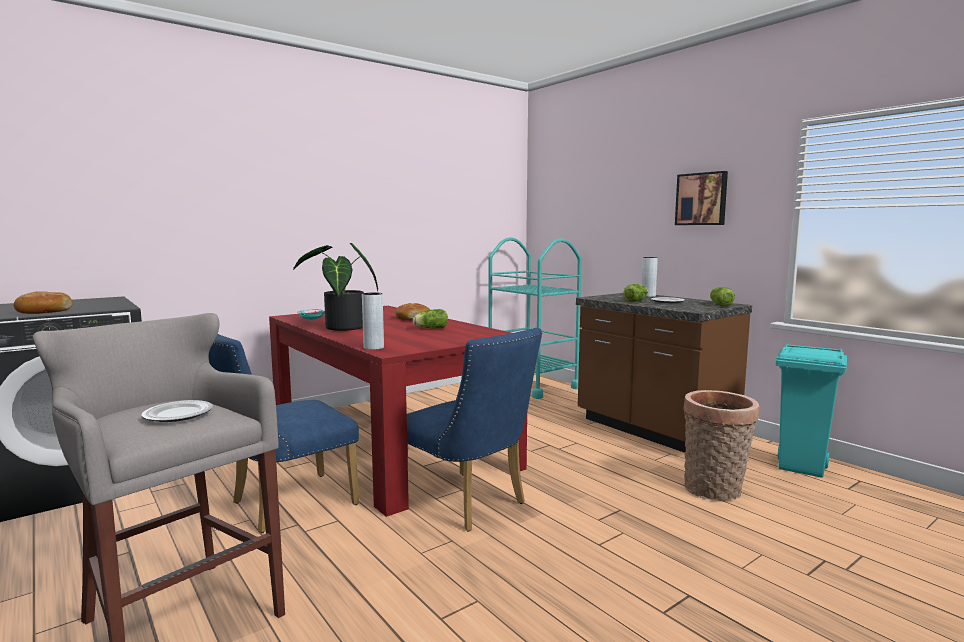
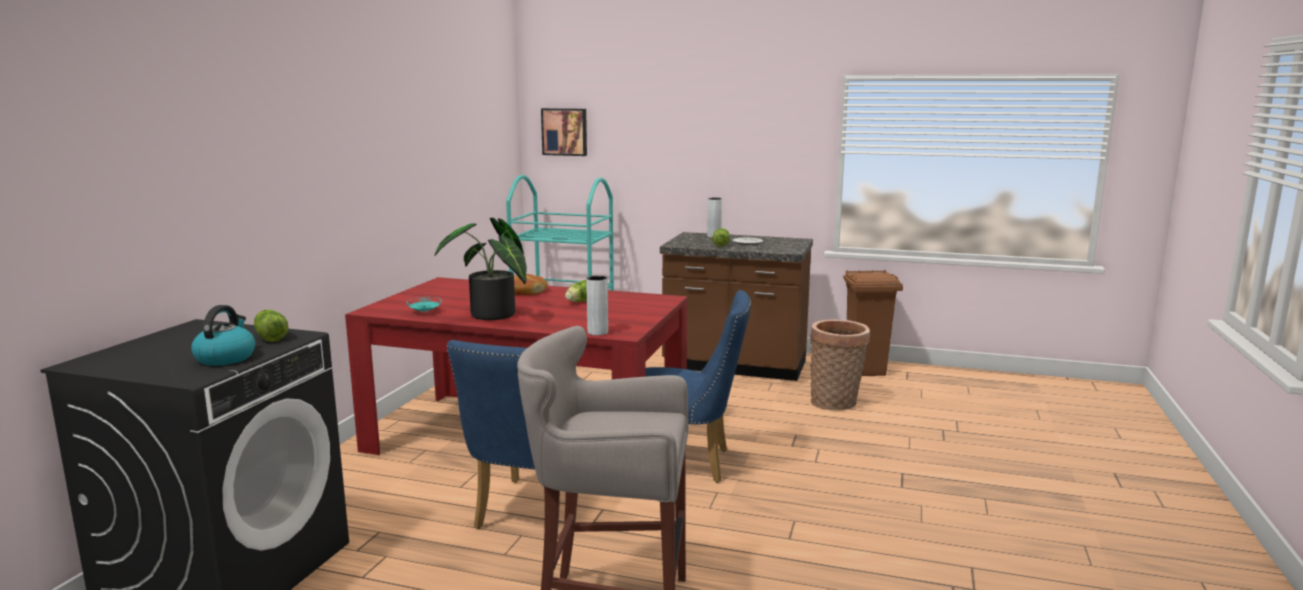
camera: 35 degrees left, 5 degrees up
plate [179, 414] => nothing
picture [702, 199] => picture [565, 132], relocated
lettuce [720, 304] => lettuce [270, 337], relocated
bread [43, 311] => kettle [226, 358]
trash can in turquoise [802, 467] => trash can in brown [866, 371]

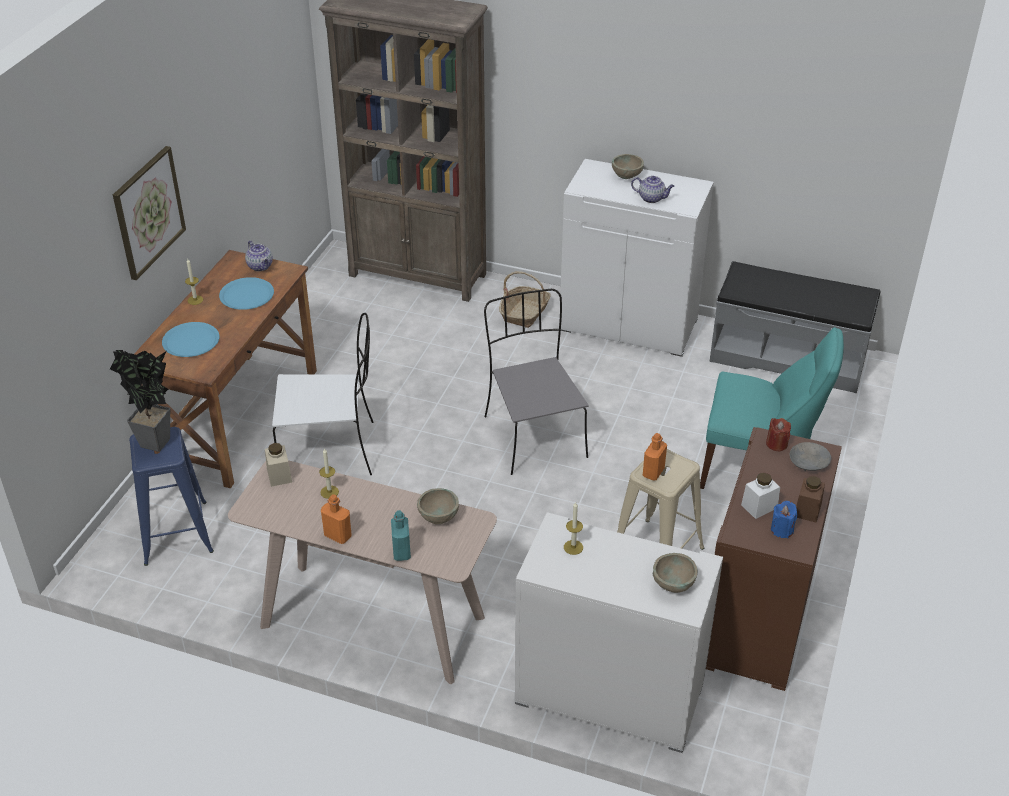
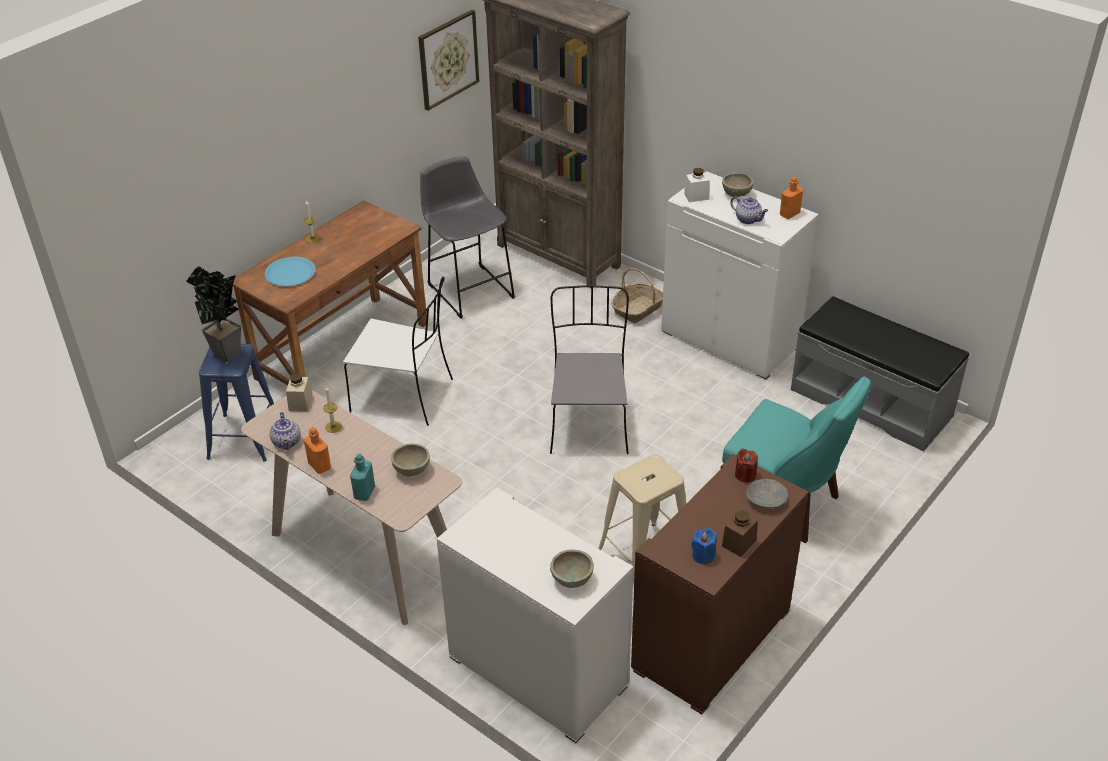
camera: 20 degrees right, 0 degrees up
plate in blue [246, 295] => nothing
candle [573, 547] => nothing
nothing => stool in grey [469, 288]
picture [148, 212] => picture [448, 59], relocated
teapot [260, 266] => teapot [287, 442], relocated
bottle in orange [653, 472] => bottle in orange [789, 214], relocated
jar in white [759, 506] => jar in white [696, 196], relocated

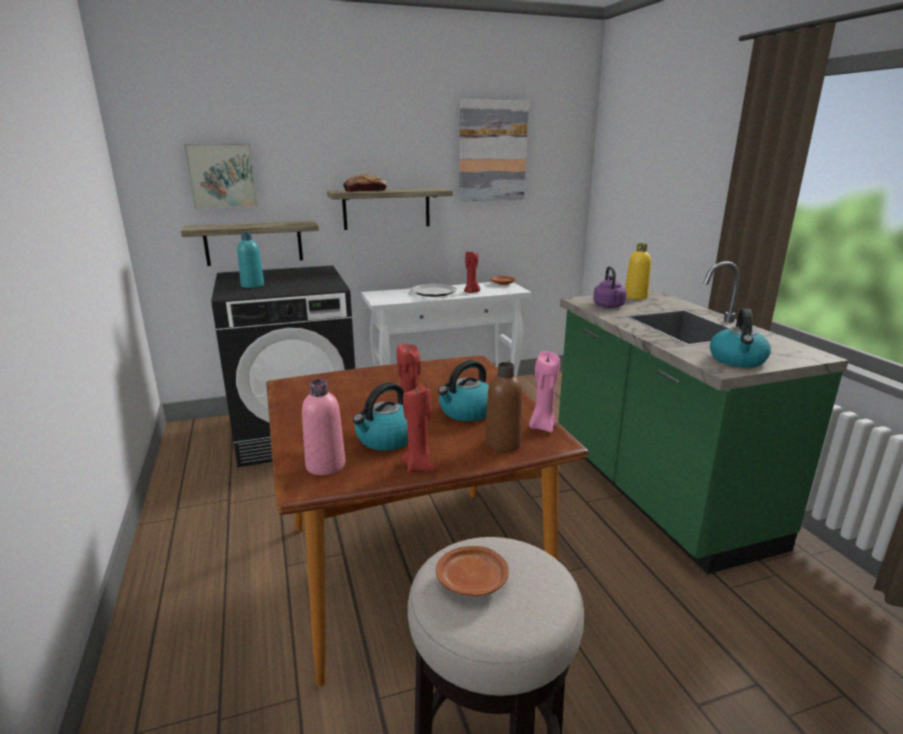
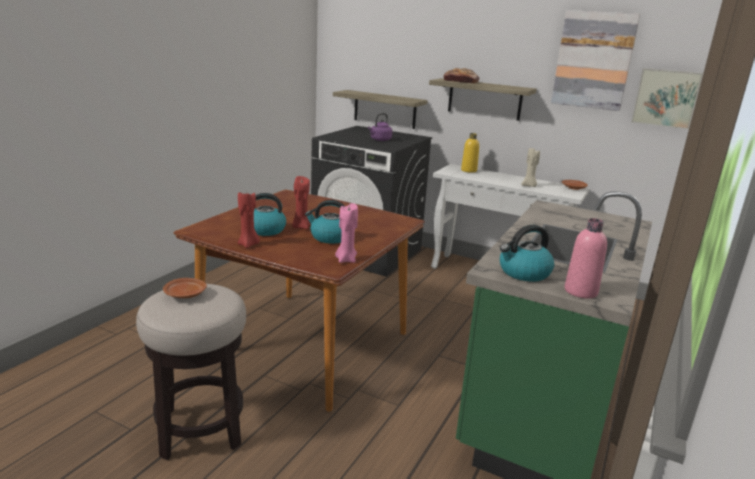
camera: 45 degrees right, 0 degrees up
bottle in turquoise [252, 285] => nothing
plate [434, 292] => nothing
bottle in brown [503, 443] => nothing
picture [222, 176] => picture [666, 98], relocated
bottle in pink [325, 465] => bottle in pink [580, 291], relocated
kettle in purple [609, 306] => kettle in purple [380, 140], relocated
bottle in yellow [635, 297] => bottle in yellow [469, 170], relocated
candle in red [471, 292] => candle in beige [529, 186]

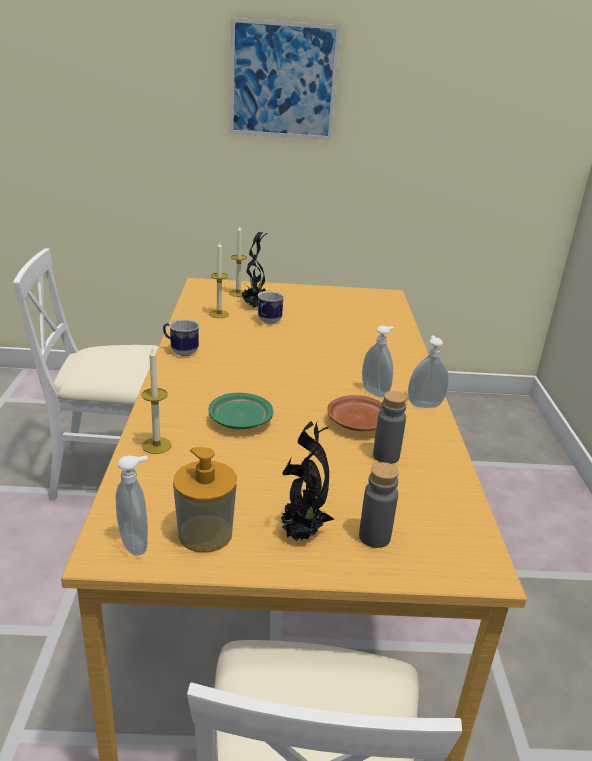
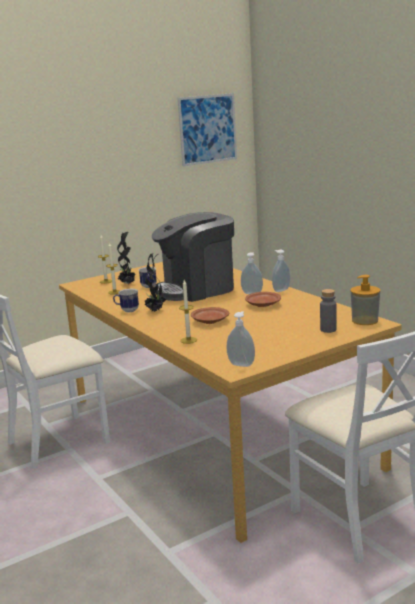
camera: 30 degrees left, 10 degrees down
bottle in grey [386, 456] => nothing
nothing => coffee machine [196, 289]
soap dispenser [205, 533] => soap dispenser [364, 320], relocated
picture [283, 81] => picture [207, 129], relocated
potted plant [301, 535] => potted plant [155, 311], relocated
plate in green [239, 420] => plate in brown [209, 321]

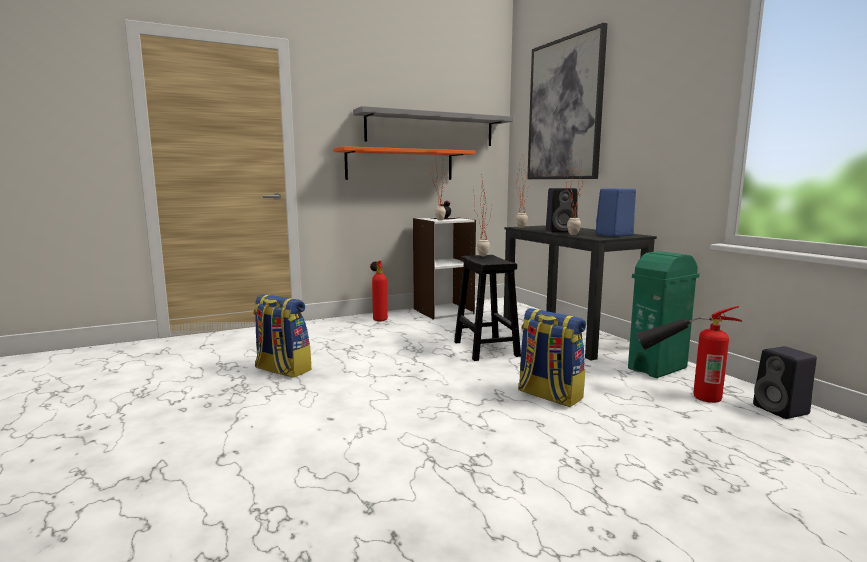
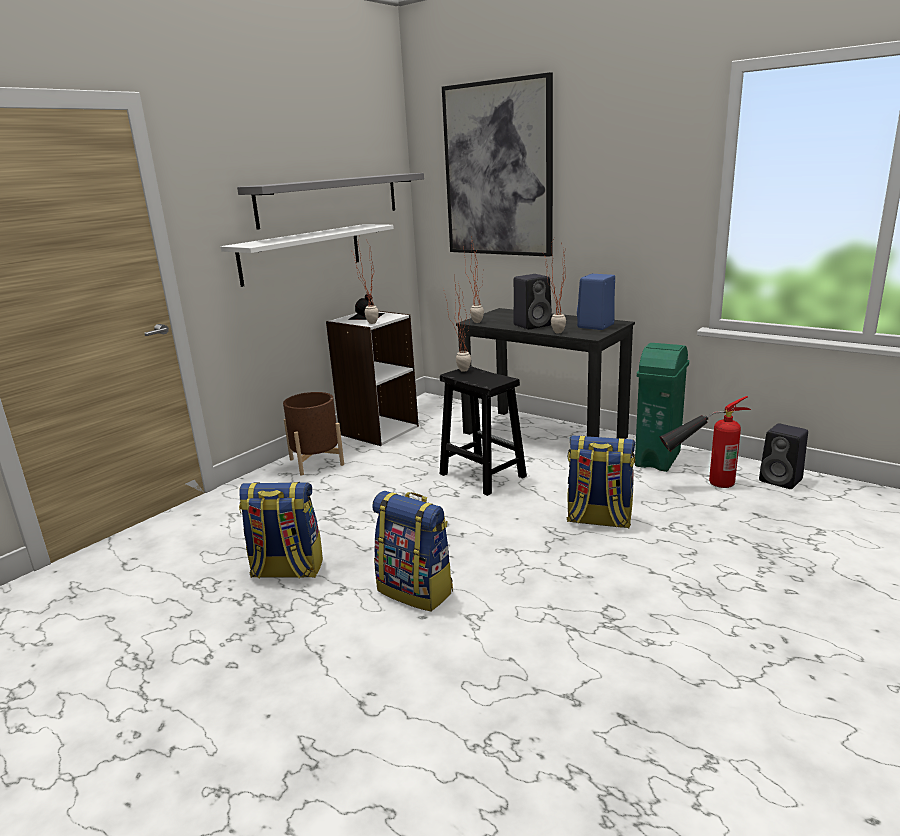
camera: 25 degrees left, 10 degrees up
nothing => backpack [416, 591]
fire extinguisher [379, 320] => planter in brown [316, 462]
shelf in orange [400, 165] => shelf in white [301, 253]

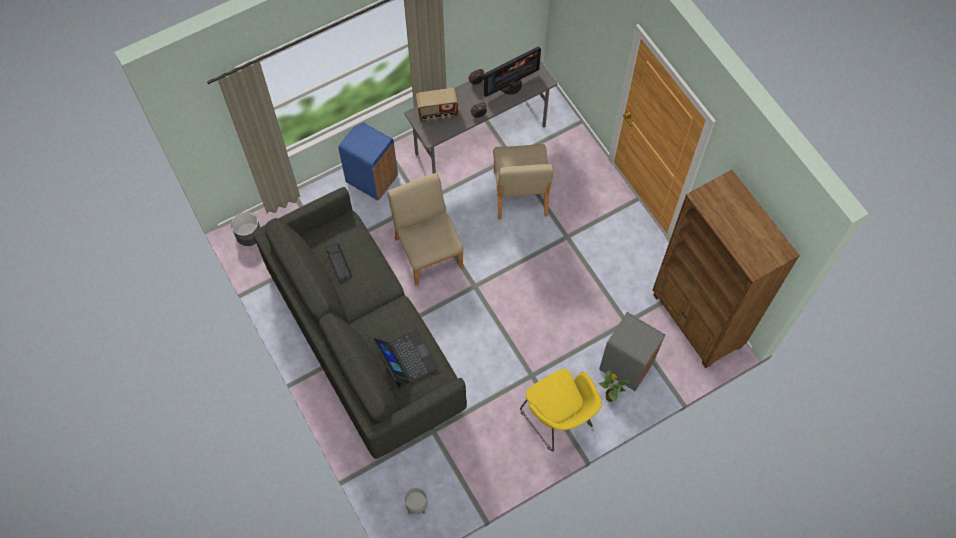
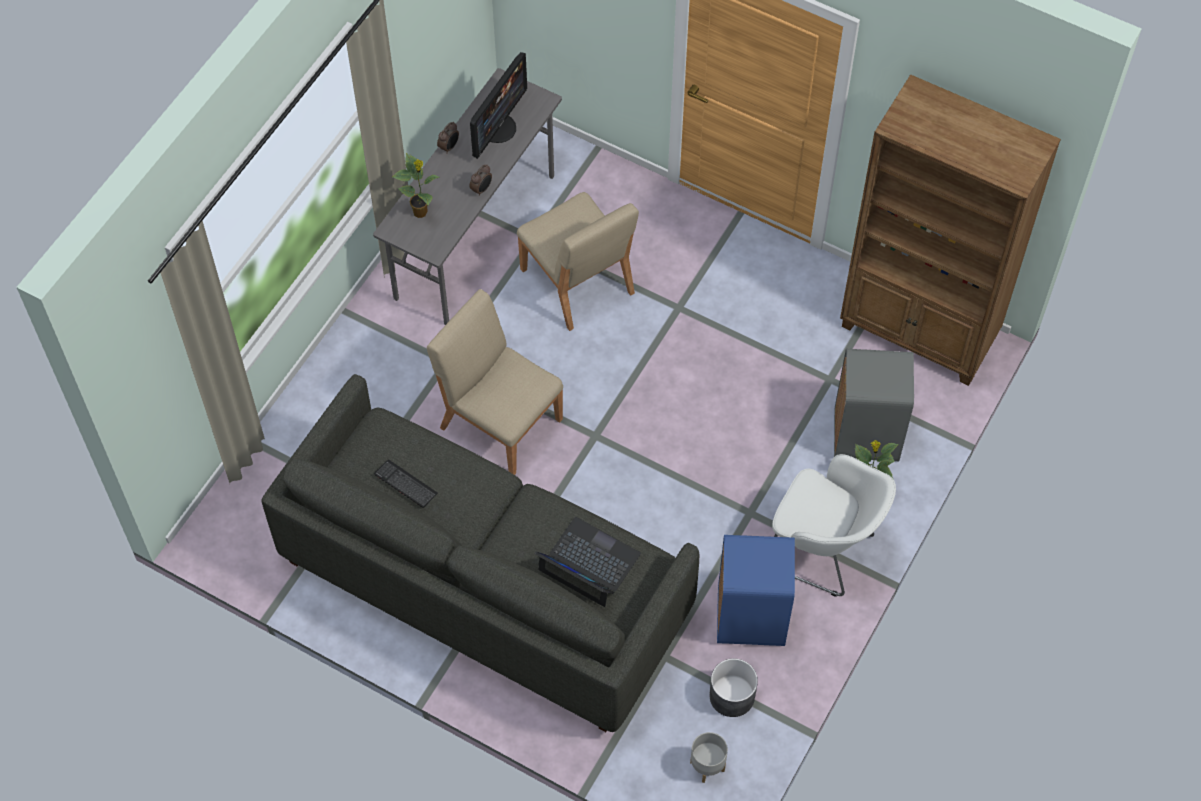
camera: 30 degrees left, 5 degrees down
planter in grey [248, 234] => planter in grey [731, 696], relocated
trash can in blue [372, 180] => trash can in blue [751, 618], relocated
radio [437, 113] => potted plant [421, 212]
armchair in yellow [558, 420] => armchair in white [823, 552]

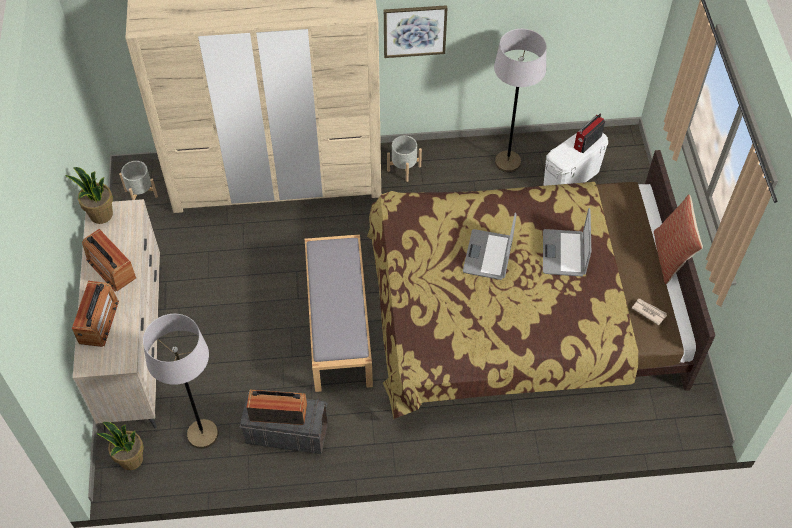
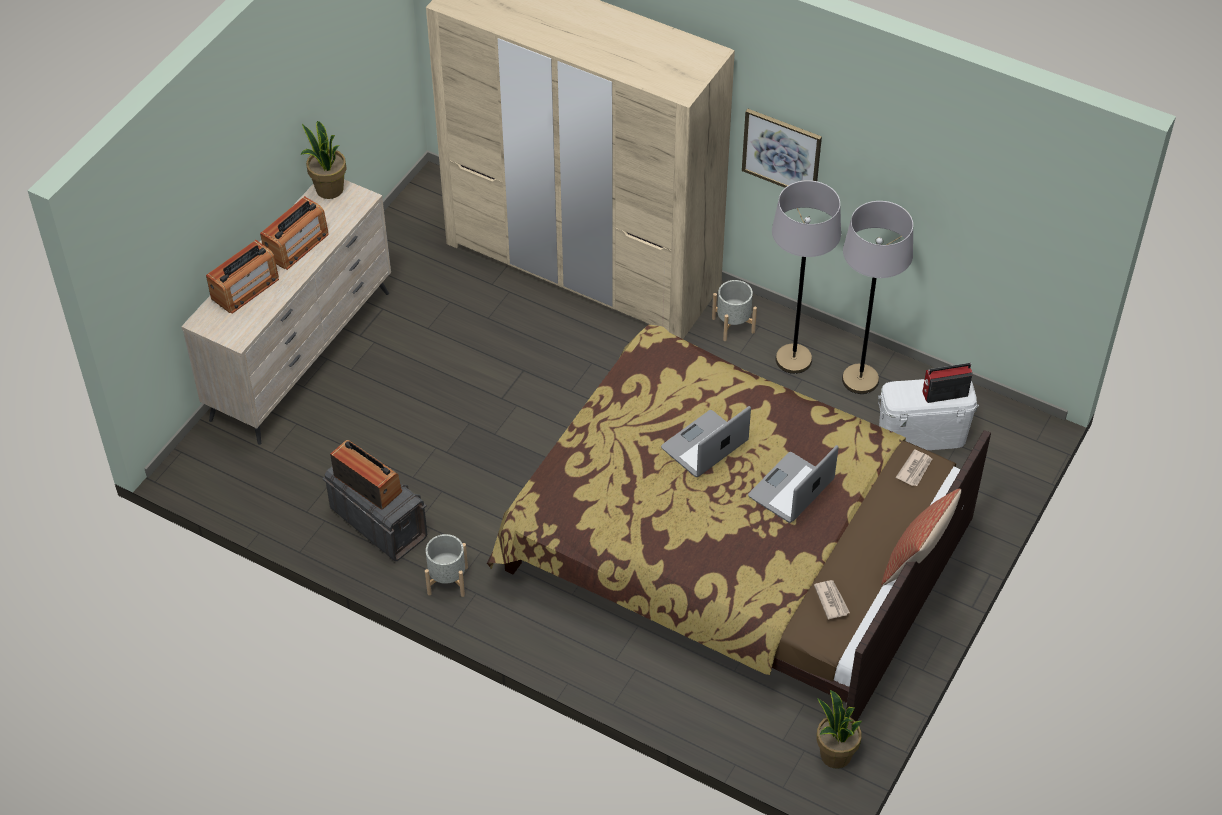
camera: 35 degrees right, 5 degrees down
bench in grey [339, 324] => nothing
nothing => newspaper [915, 469]
potted plant [131, 460] => potted plant [835, 755], relocated
planter in grey [141, 193] => planter in grey [447, 580], relocated
floor lamp in grey [202, 434] => floor lamp in grey [793, 359], relocated
radio [111, 268] => radio [296, 245], 135 degrees counterclockwise

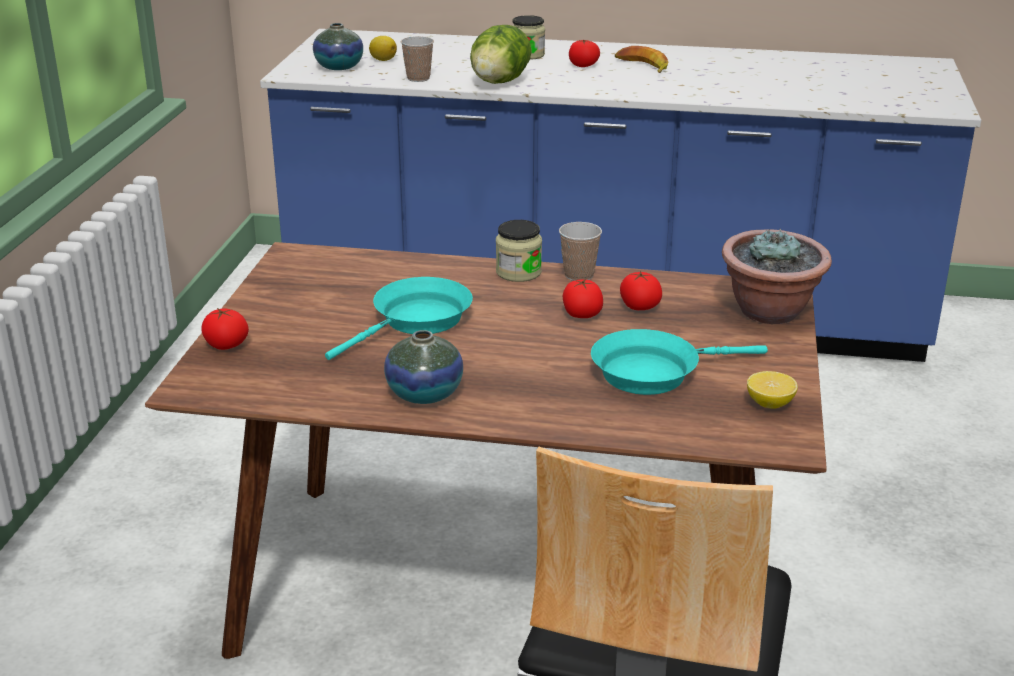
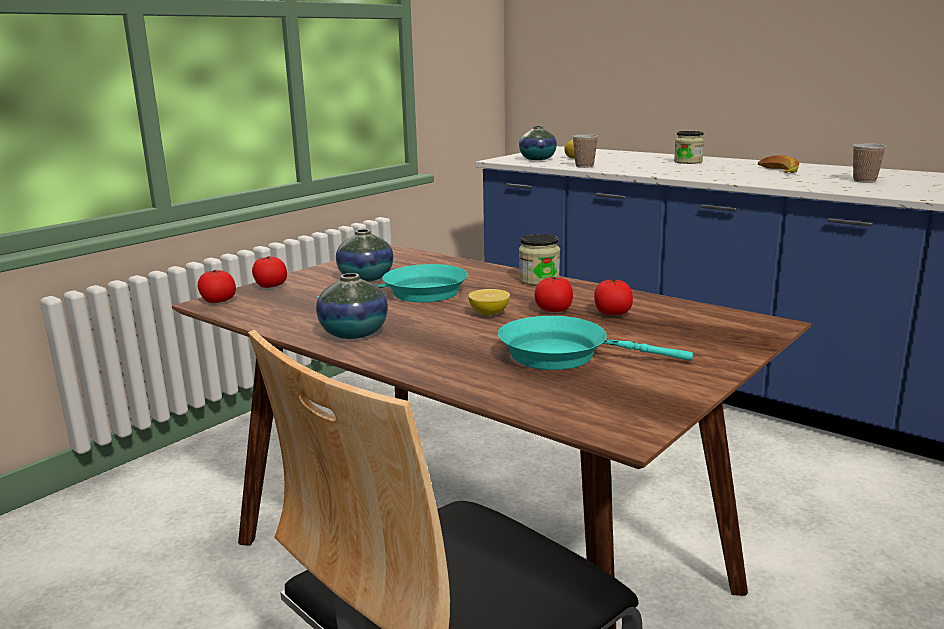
camera: 30 degrees right, 10 degrees down
lettuce [499, 82] => nothing
potted plant [770, 312] => nothing
nothing => vase [366, 278]
cup [579, 275] => cup [864, 181], relocated
tomato [583, 65] => tomato [218, 301], relocated
lemon [770, 404] => lemon [489, 313], relocated

